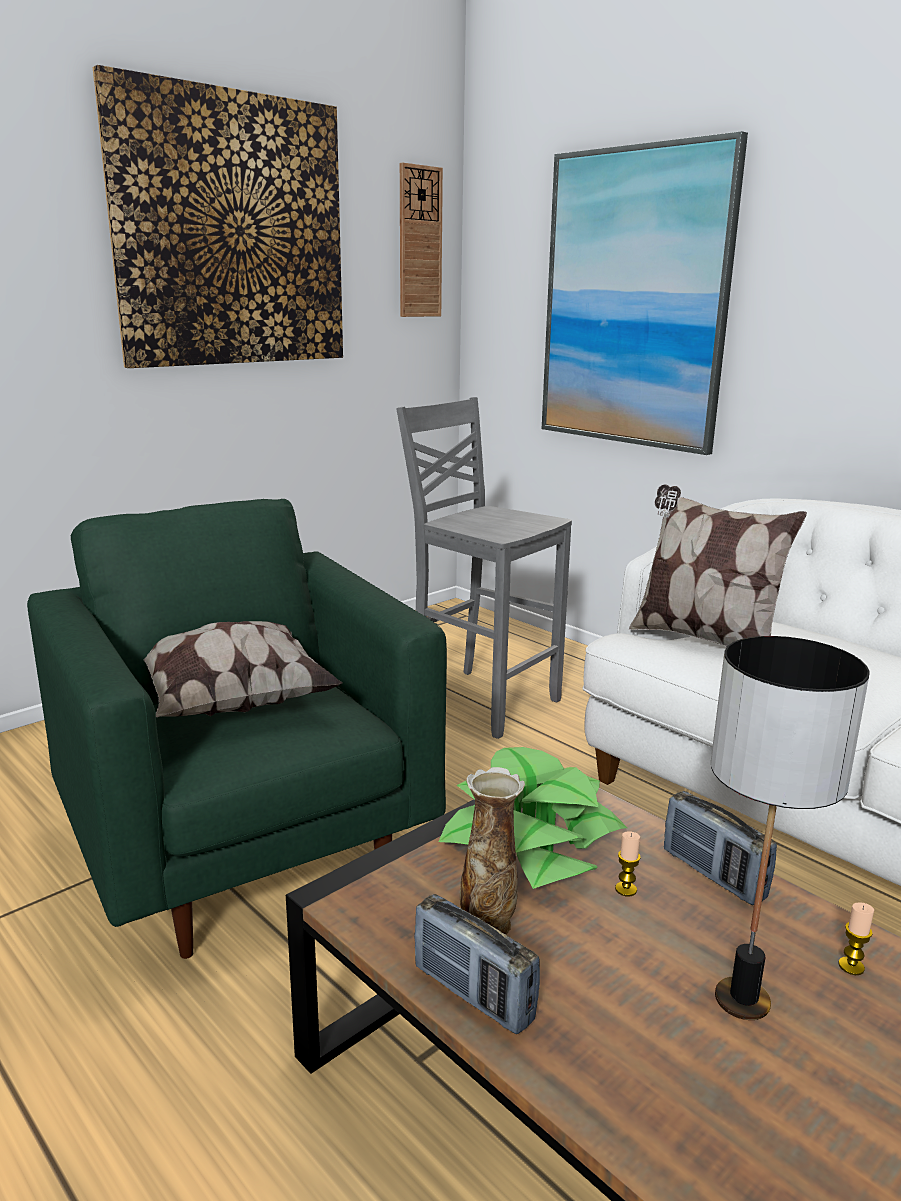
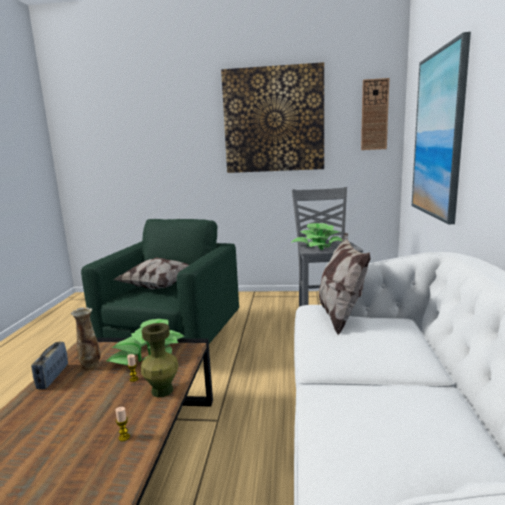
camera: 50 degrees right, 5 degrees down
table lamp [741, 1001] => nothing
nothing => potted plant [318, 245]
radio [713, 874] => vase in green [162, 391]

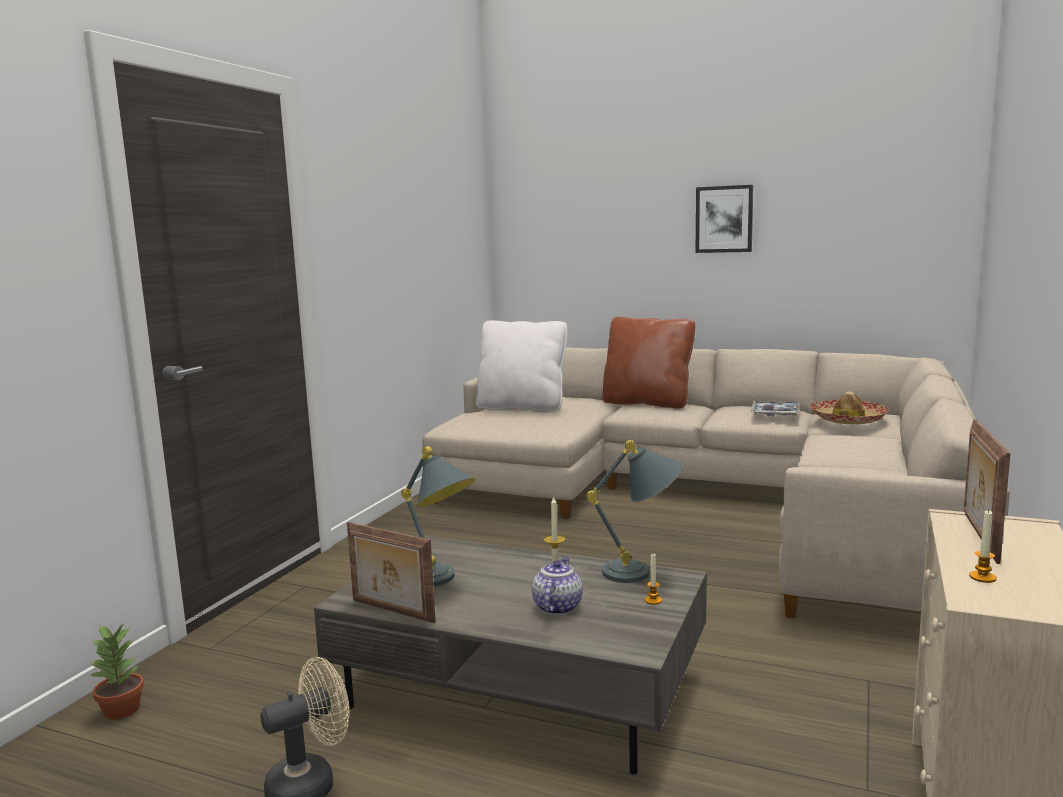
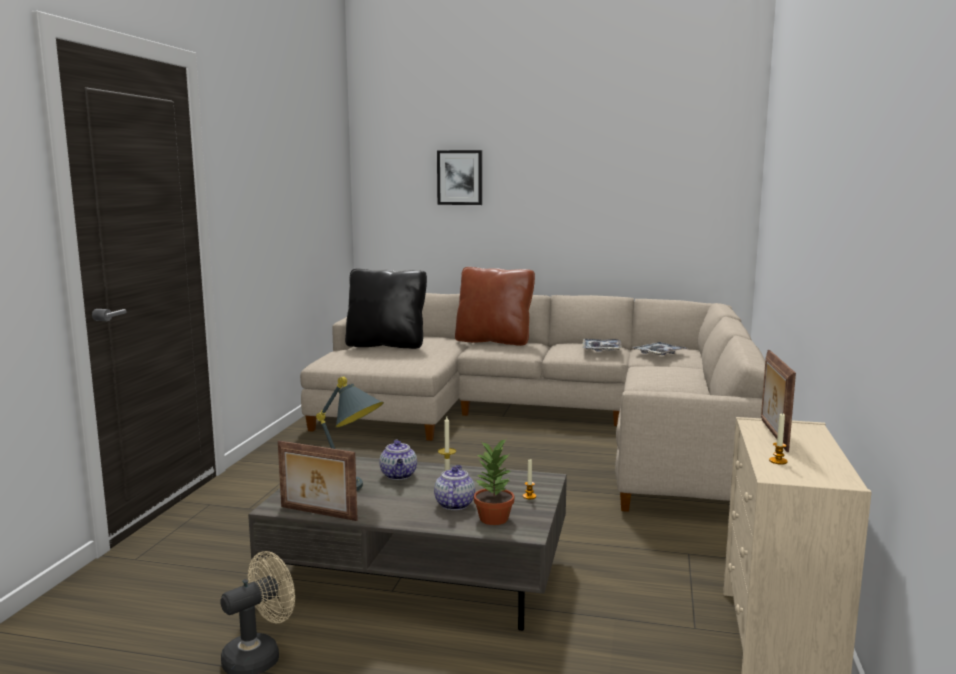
camera: 10 degrees left, 0 degrees up
table lamp in grey [643, 573] => nothing
nothing => teapot [399, 475]
potted plant [122, 710] => potted plant [494, 519], relocated
picture [724, 219] => picture [460, 177], relocated
hat [847, 419] => tray [659, 353]
pillow in white [522, 407] => pillow in black [386, 345]

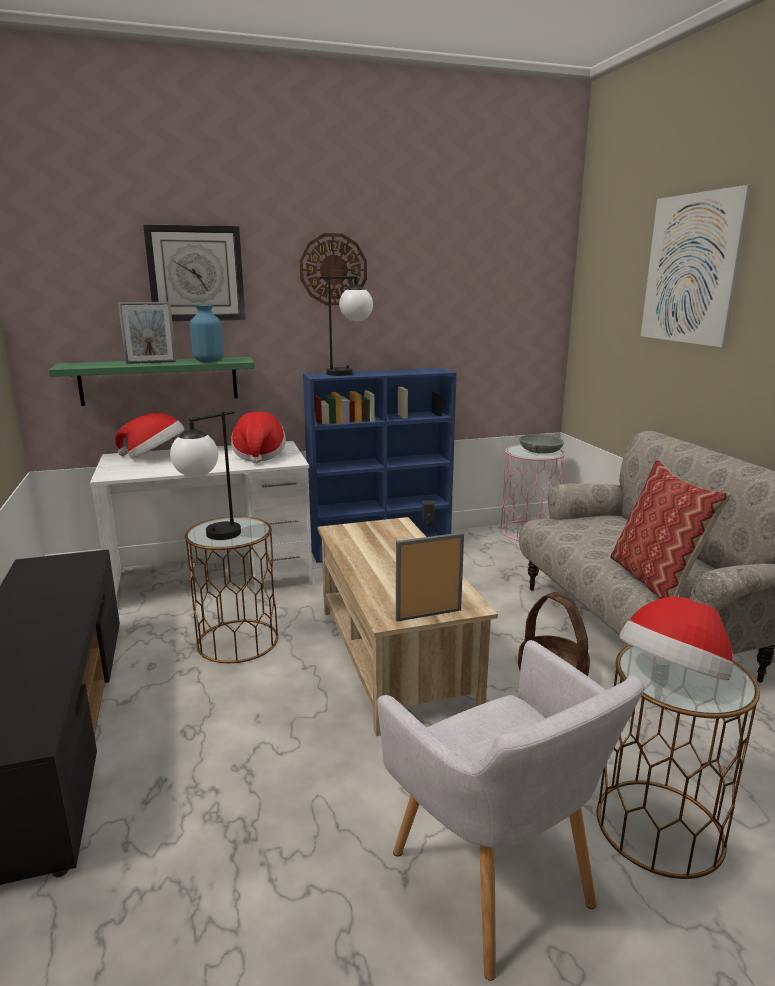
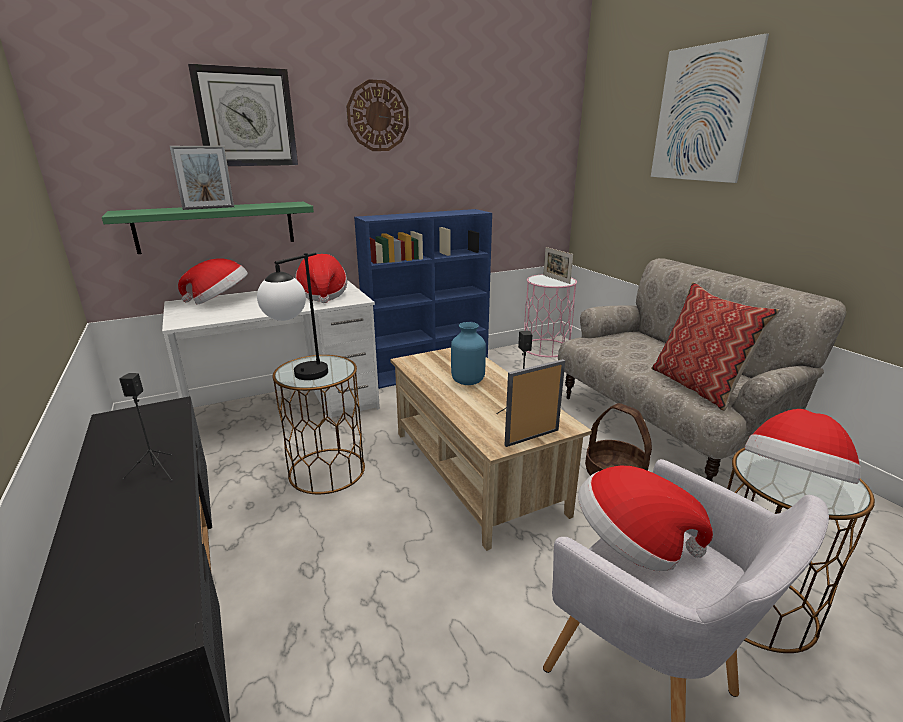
camera: 10 degrees left, 5 degrees up
table lamp [350, 373] => nothing
nothing => speaker in black [156, 471]
nothing => hat [631, 545]
vase in blue [208, 361] => vase in blue [467, 381], relocated
bowl in grey [540, 450] => picture frame [556, 279]

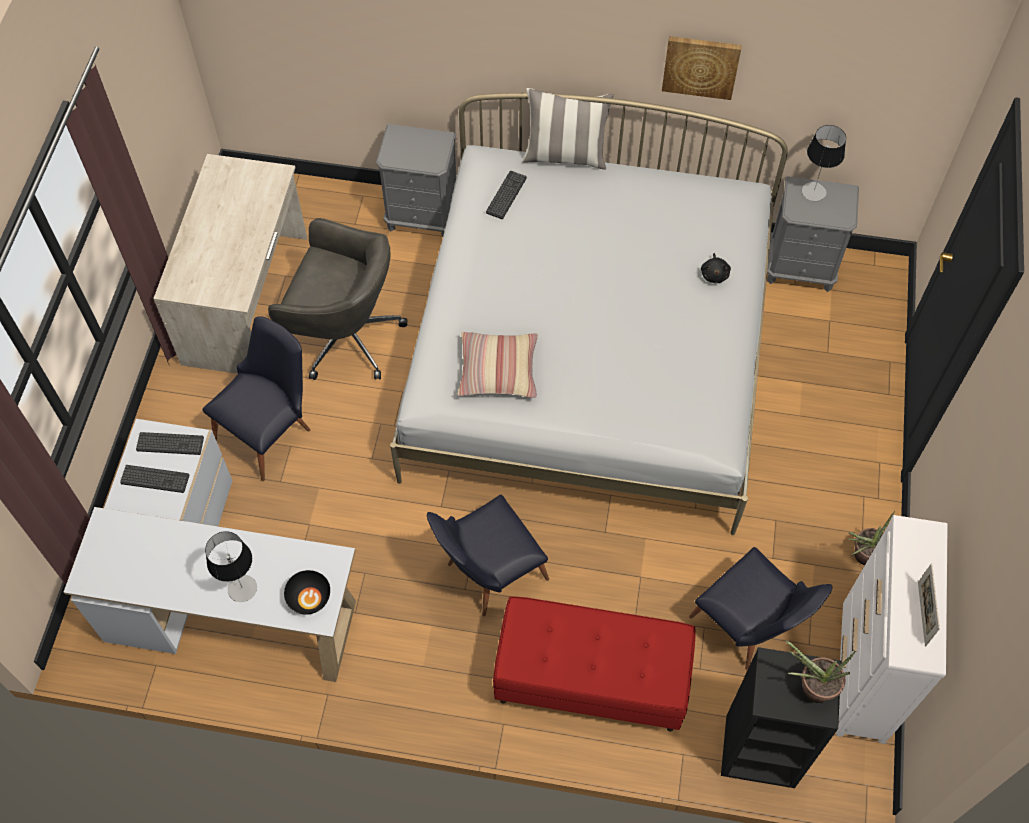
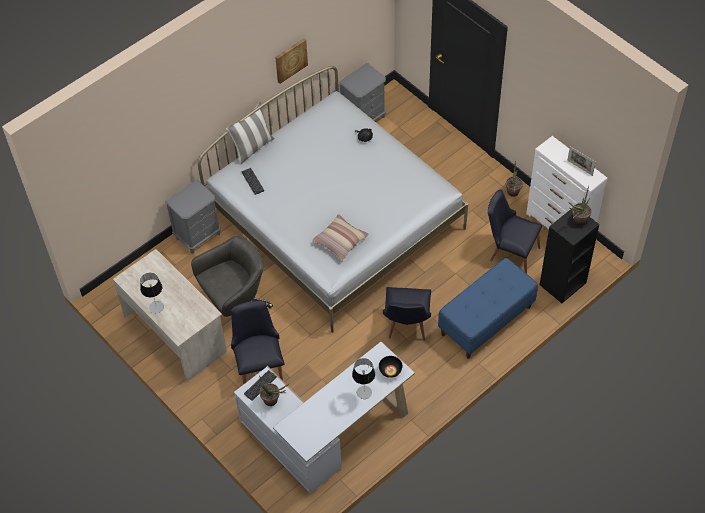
camera: 50 degrees left, 5 degrees down
table lamp [813, 191] => table lamp [156, 307], relocated
keyboard [155, 479] => potted plant [273, 401]
bench in red [590, 681] => bench in blue [486, 321]
chair in black [748, 629] => chair in black [510, 252], 150 degrees counterclockwise

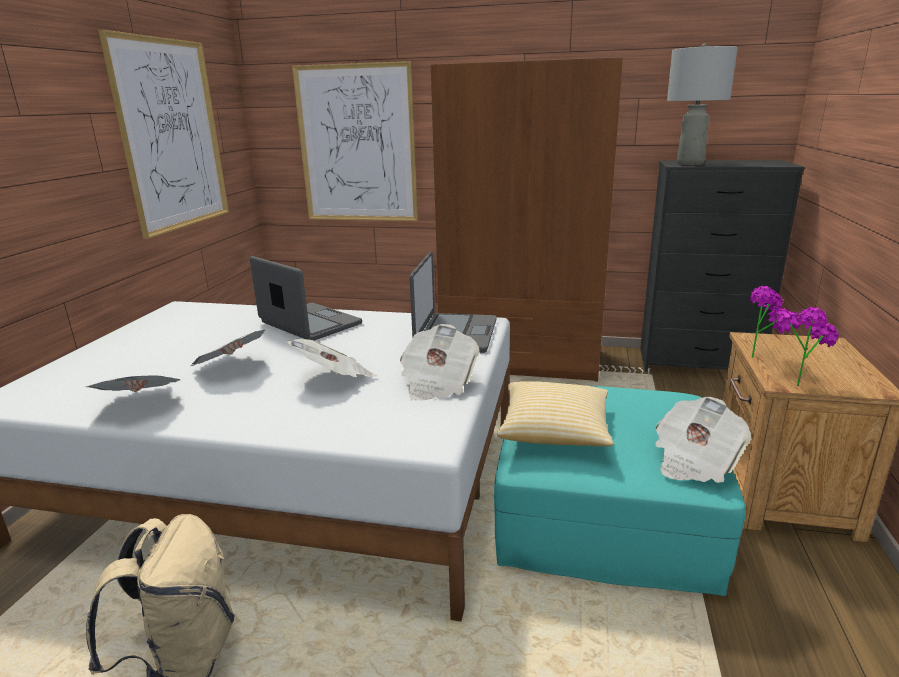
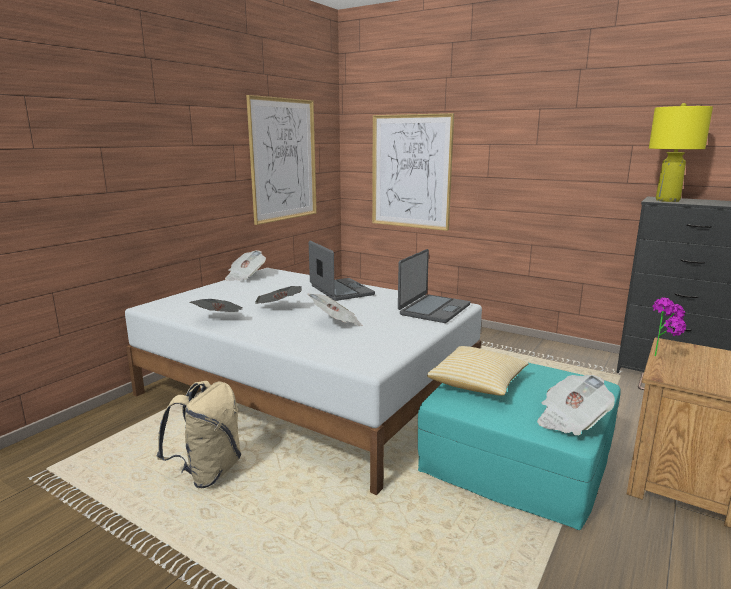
camera: 20 degrees right, 5 degrees down
wardrobe in brown [521, 360] => nothing
potted plant [795, 381] => nothing
newspaper [437, 383] => newspaper [245, 277], relocated
table lamp in grey [690, 164] => table lamp in yellow [668, 200]

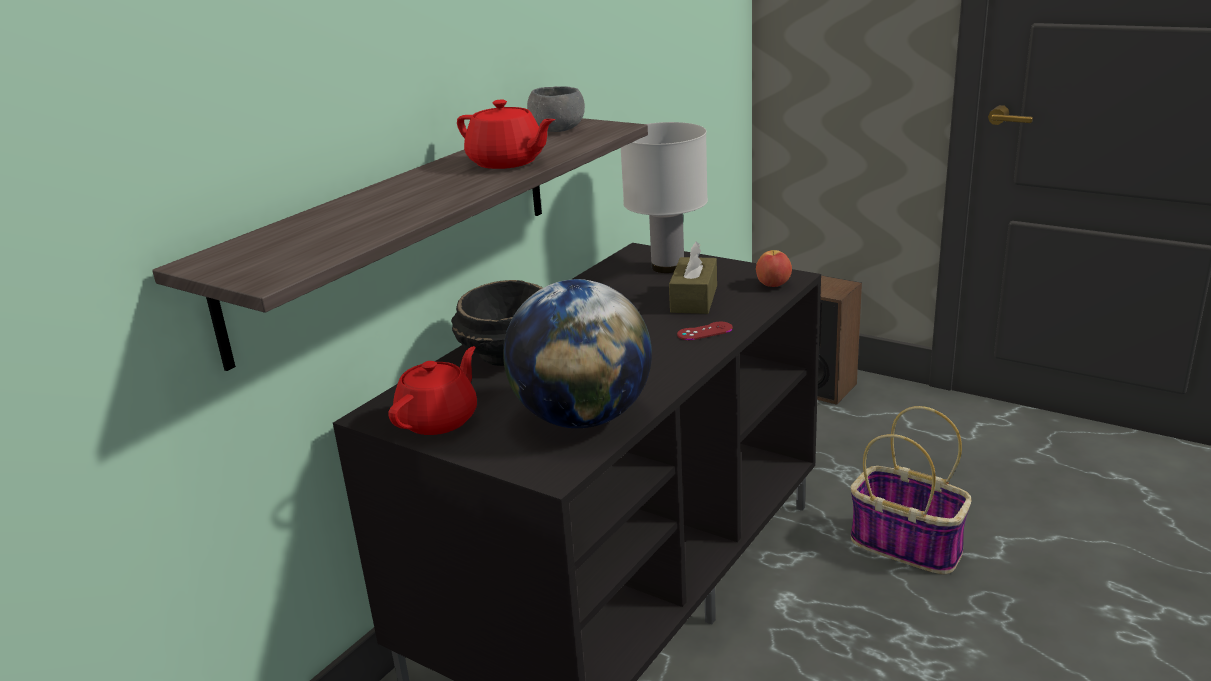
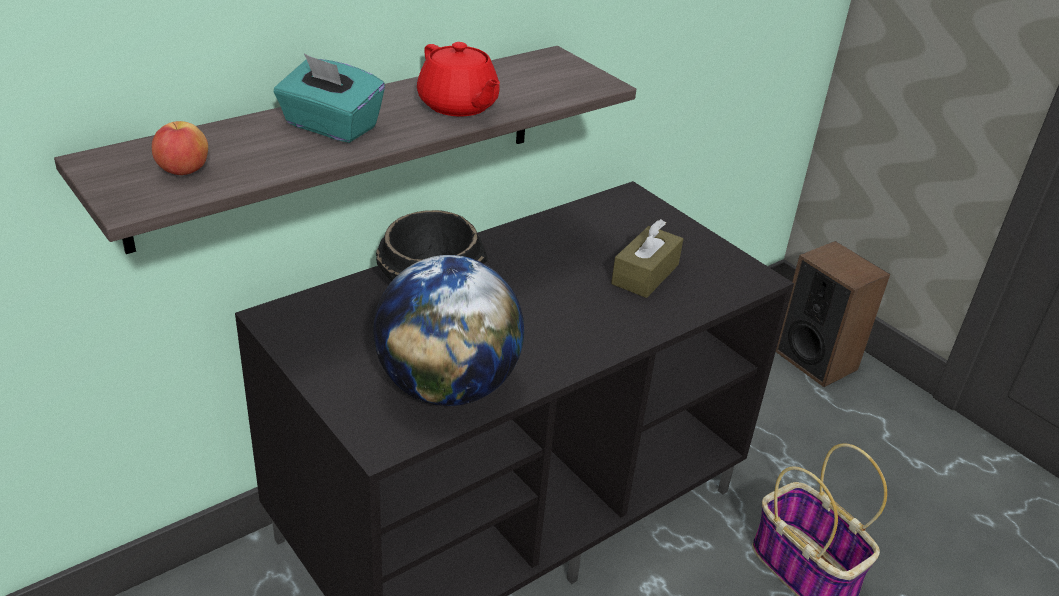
camera: 15 degrees right, 10 degrees up
teapot in red [439, 420] => nothing
bowl in grey [558, 130] => nothing
table lamp in white [668, 267] => nothing
game controller in red [705, 331] => nothing
nothing => tissue box in turquoise [330, 127]
apple [773, 285] => apple [183, 171], relocated

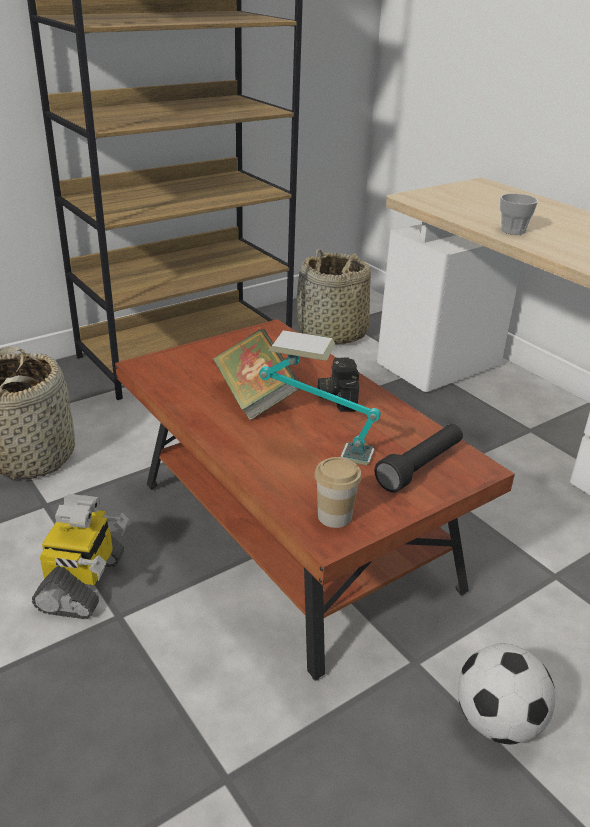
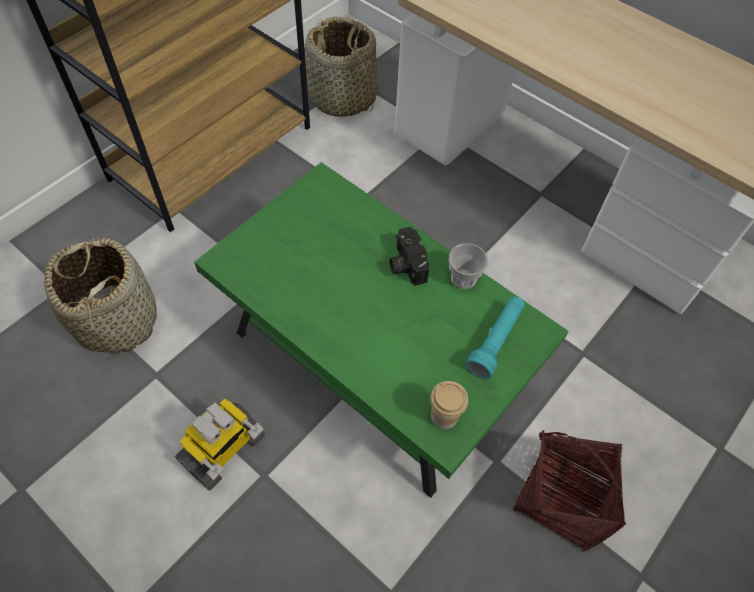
camera: 15 degrees left, 25 degrees up
book [255, 397] => nothing
table lamp [315, 447] => nothing
cup [513, 230] => cup [463, 278], relocated
football [497, 722] => basket [563, 498]
coffee table in brown [292, 537] => coffee table in green [375, 361]
flashlight in black [420, 467] => flashlight in turquoise [495, 341]
toy robot [83, 583] => toy robot [223, 450], 45 degrees clockwise

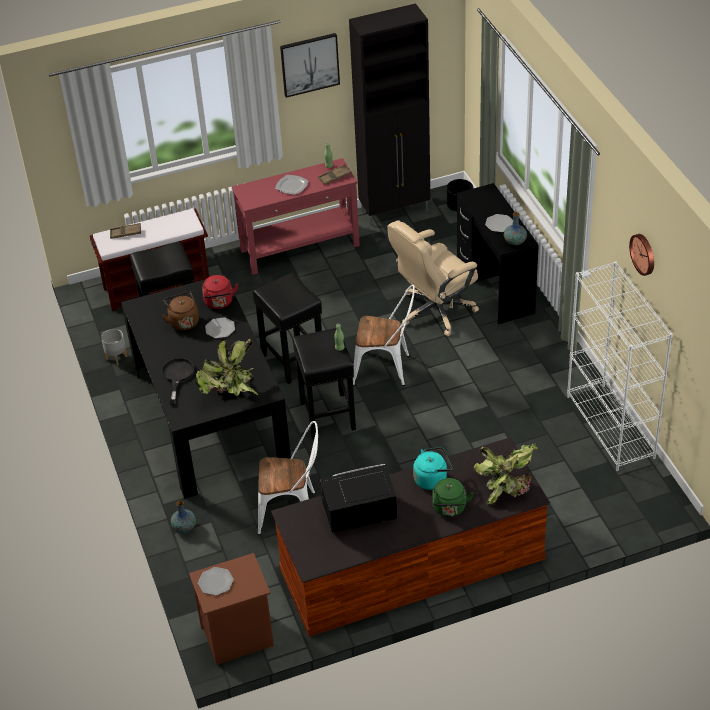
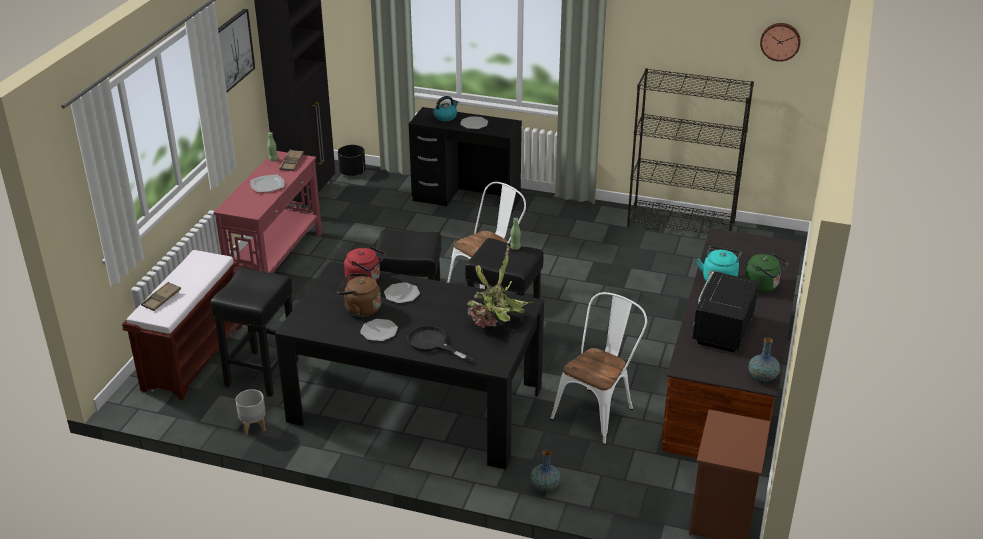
camera: 55 degrees left, 10 degrees down
office chair in beige [434, 311] => nothing
potted plant [506, 486] => nothing
nothing => kettle [445, 117]
plate [215, 582] => plate [379, 331], relocated
vase [515, 242] => vase [762, 377], relocated
wall clock [644, 254] => wall clock [780, 41], relocated
bookcase in white [611, 427] => bookcase in black [681, 224]

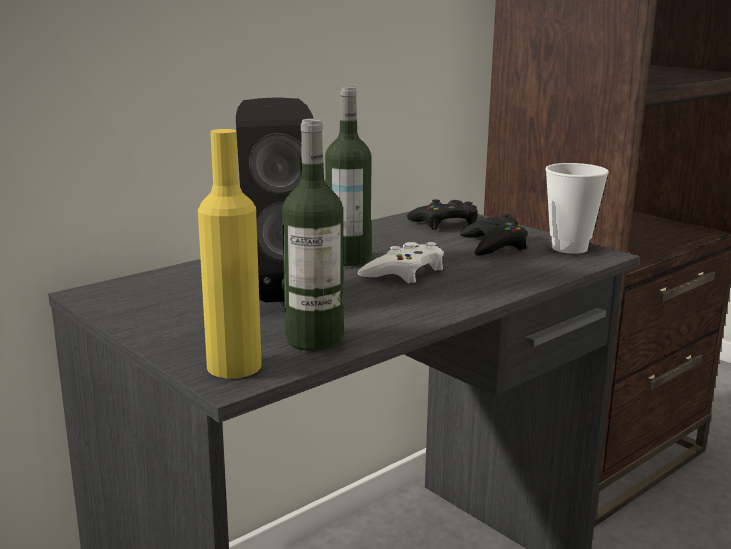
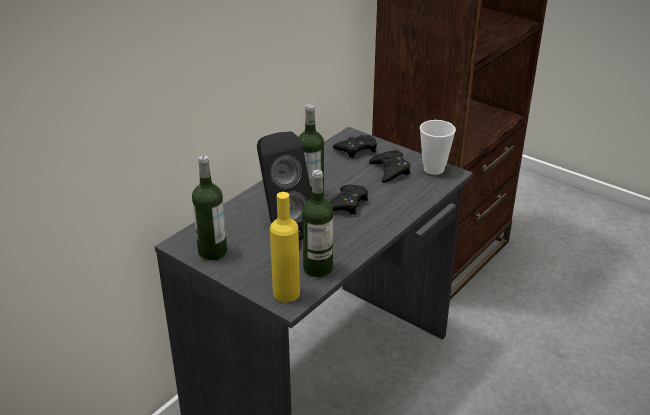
camera: 10 degrees left, 15 degrees up
nothing => bottle [212, 252]
game controller in white [404, 272] => game controller in black [346, 204]

